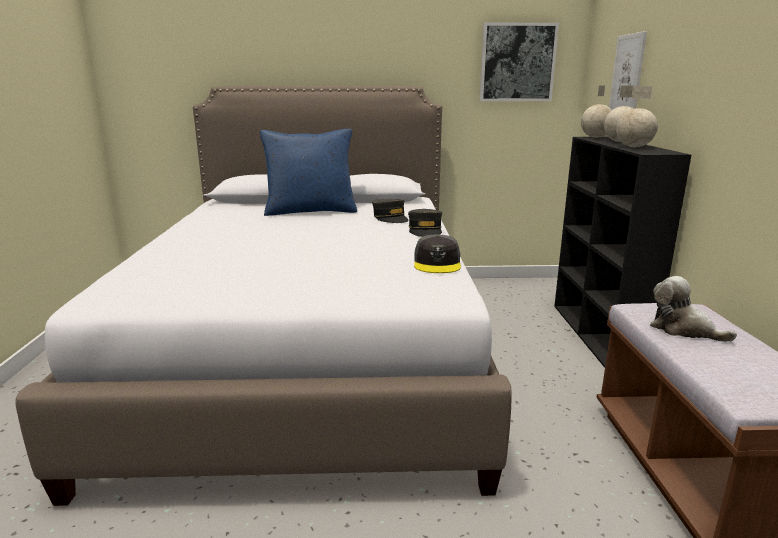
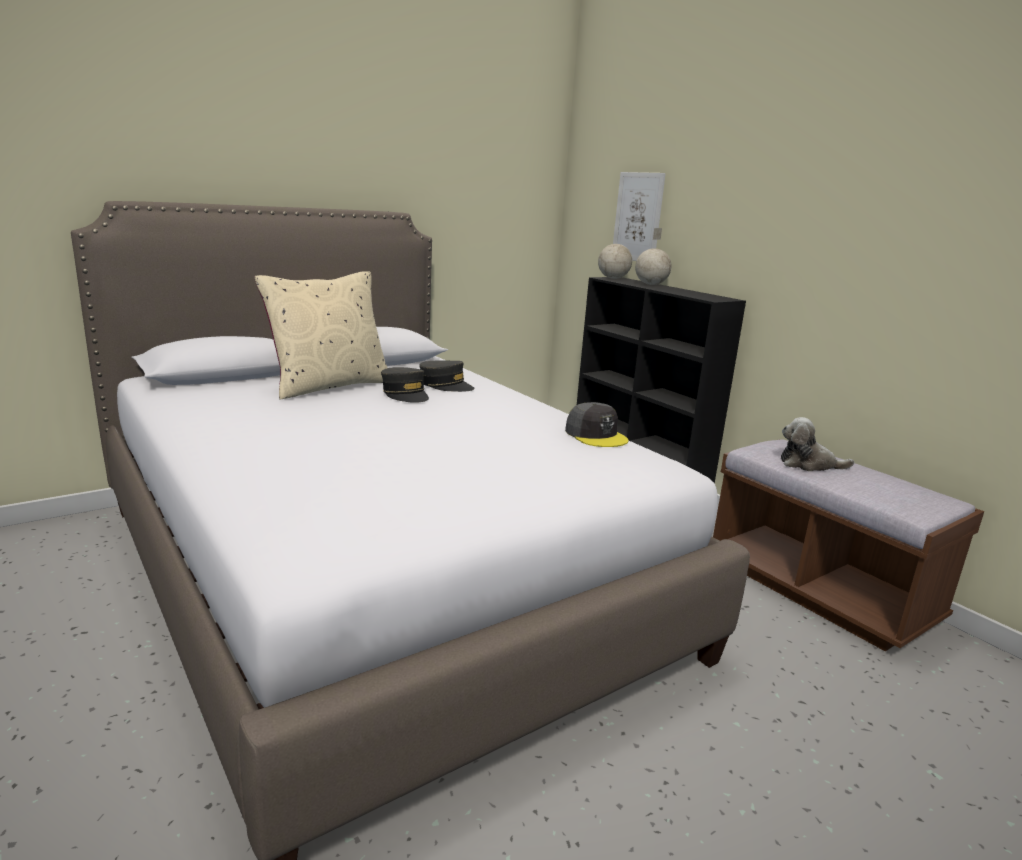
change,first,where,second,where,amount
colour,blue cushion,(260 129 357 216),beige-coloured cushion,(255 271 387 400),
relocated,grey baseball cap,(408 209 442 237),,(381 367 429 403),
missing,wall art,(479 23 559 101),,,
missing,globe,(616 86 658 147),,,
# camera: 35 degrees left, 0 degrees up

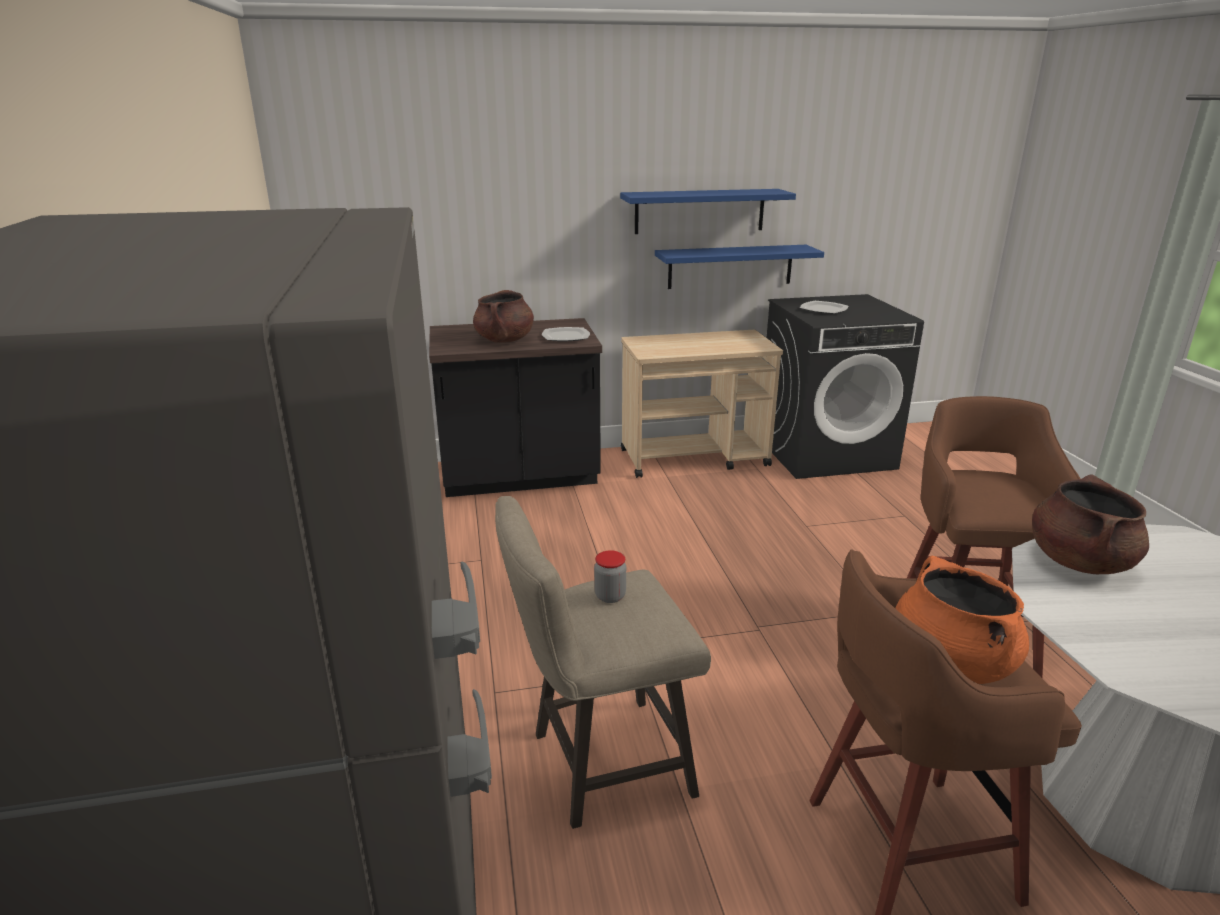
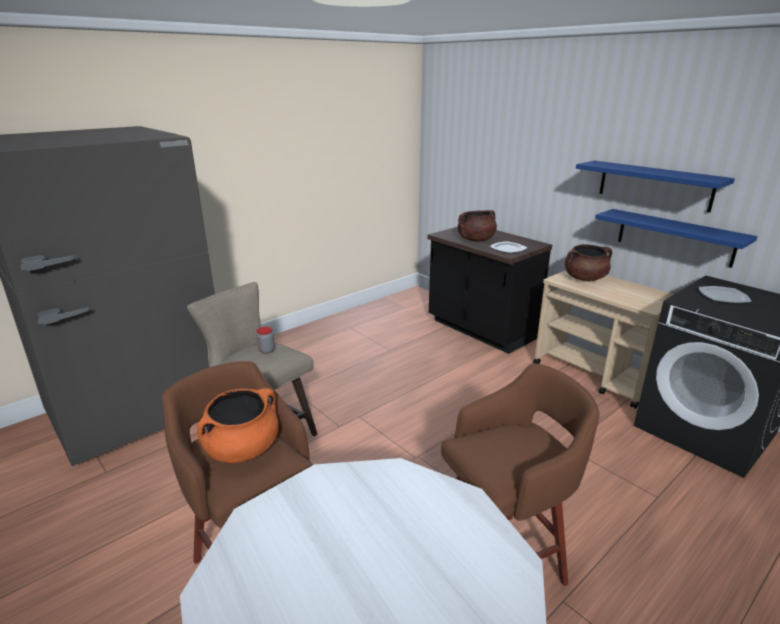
change,first,where,second,where,amount
relocated,brown-coloured cooking pot,(1032 474 1149 574),,(565 244 612 281),
# camera: 60 degrees right, 0 degrees up

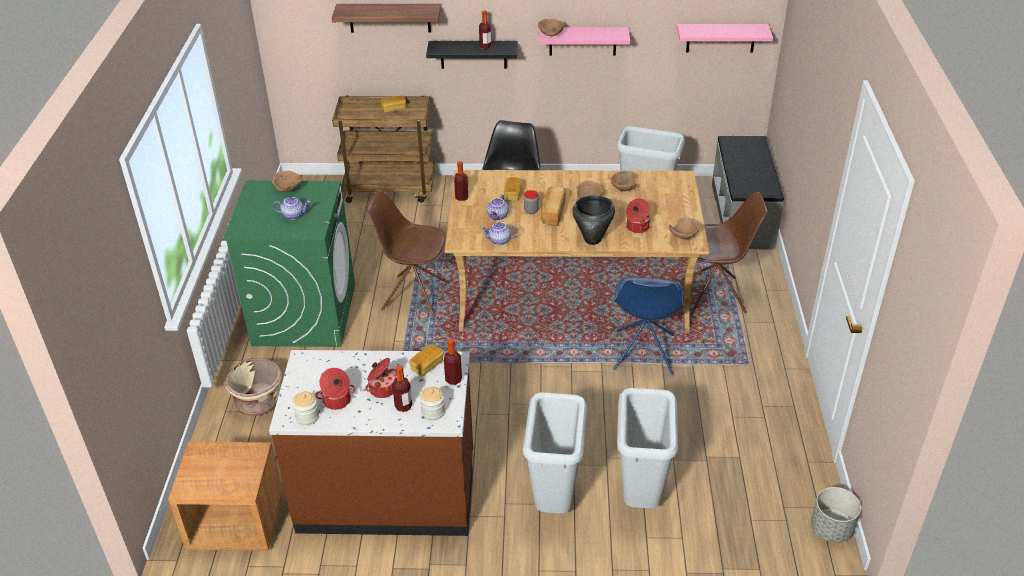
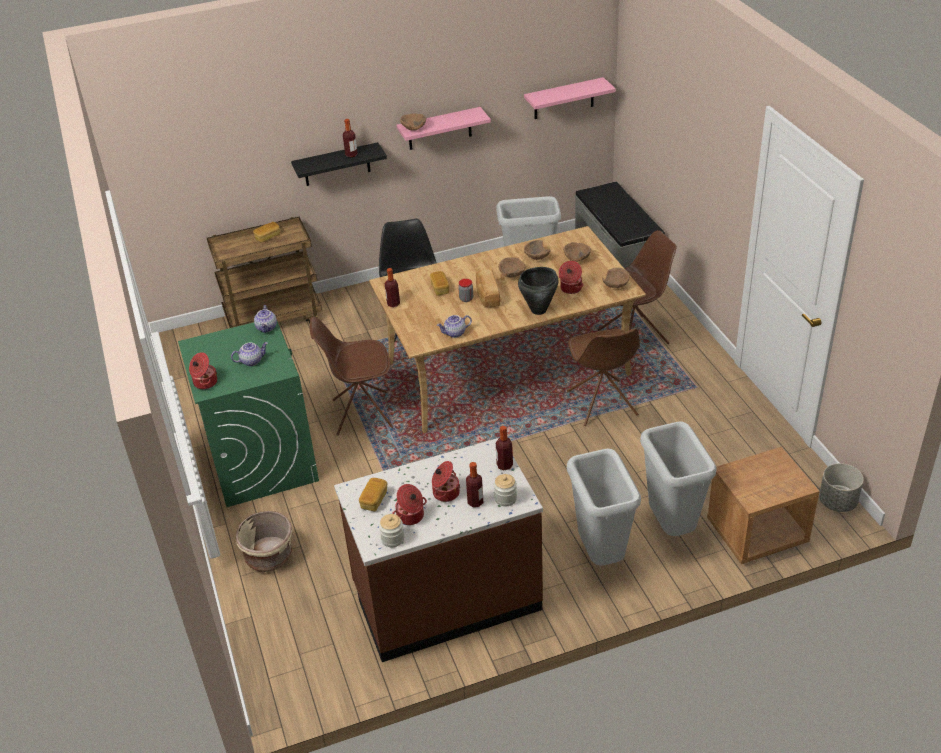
change,first,where,second,where,amount
appeared,,,cooking pot,(189 352 217 389),
relocated,tea pot,(487 194 509 220),,(254 305 277 333),
relocated,baked bread,(409 344 444 376),,(359 478 387 511),
relocated,brown-coloured deep dish,(272 171 301 192),,(563 242 591 262),
colour,blue plain chair,(613 277 684 375),brown-coloured plain chair,(567 328 640 426),
relocated,brown-coloured bedside table,(168 442 283 551),,(707 447 820 564),
missing,shelf,(332 4 441 33),,,
# camera: 20 degrees left, 0 degrees up

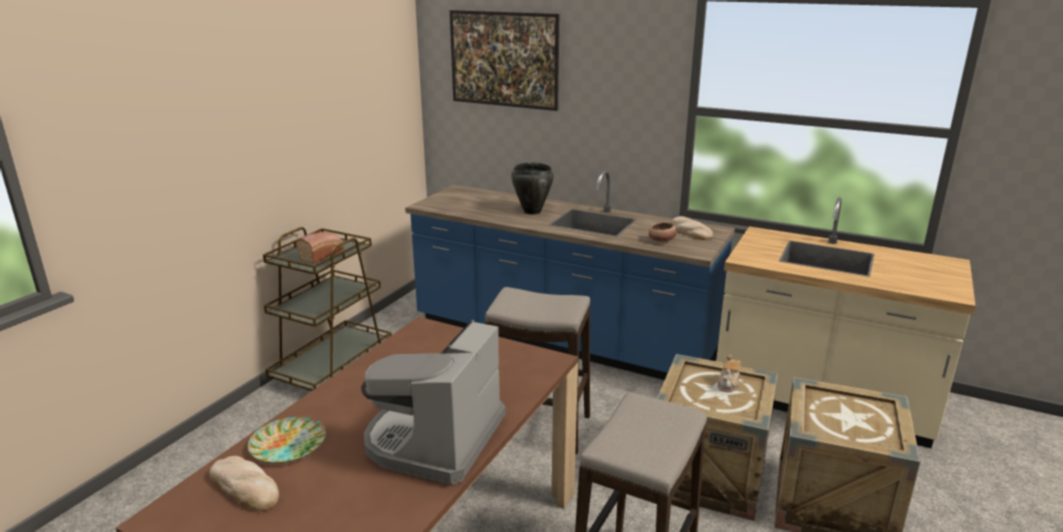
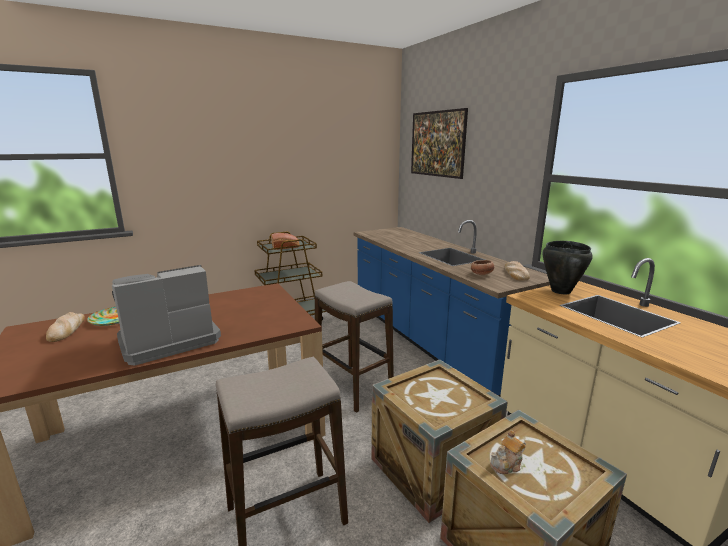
change,first,where,second,where,amount
relocated,tea pot,(718 354 740 392),,(490 430 526 474),
relocated,black cooking pot,(511 162 554 214),,(542 241 593 294),
# camera: 35 degrees right, 5 degrees down

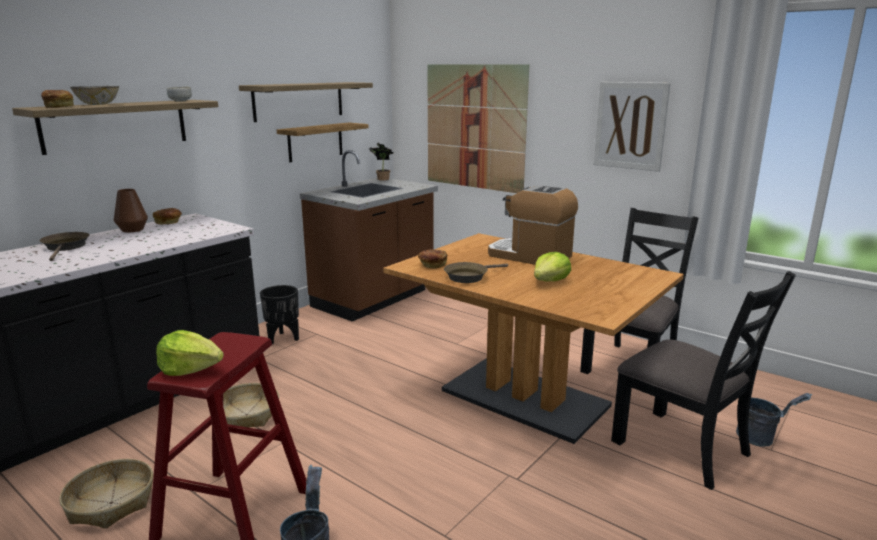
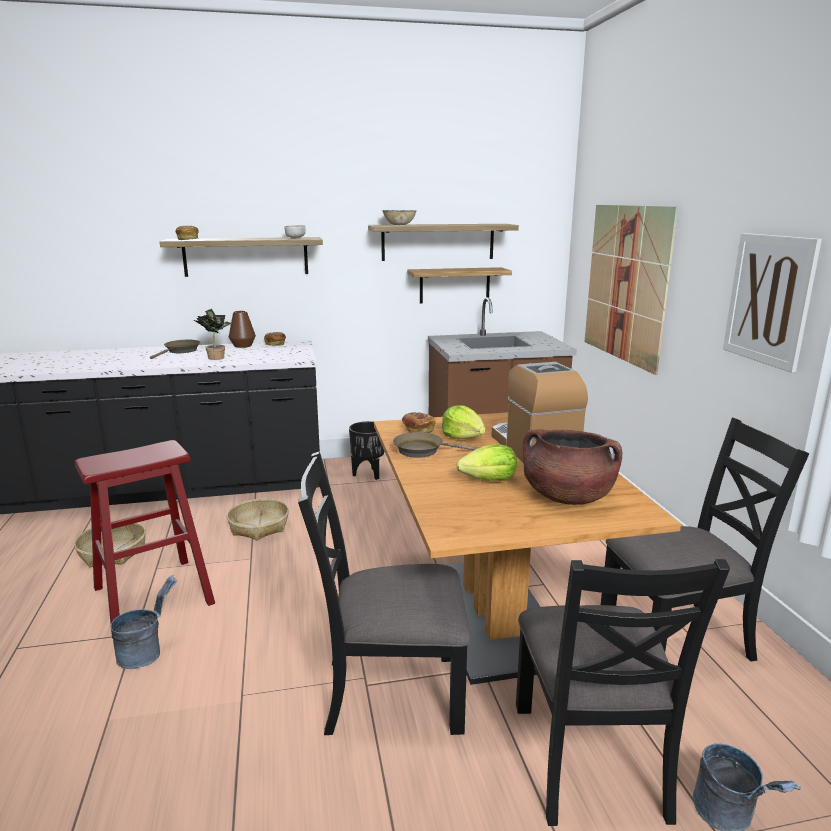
change,first,where,second,where,amount
relocated,potted plant,(368 142 393 180),,(194 309 232 360),
appeared,,,black plain chair,(298 451 471 735),
relocated,deep dish,(70 86 119 105),,(382 210 417 225),
relocated,head of lettuce,(156 330 224 376),,(442 405 486 439),
appeared,,,brown-coloured cooking pot,(523 429 622 505),
# camera: 40 degrees right, 0 degrees up

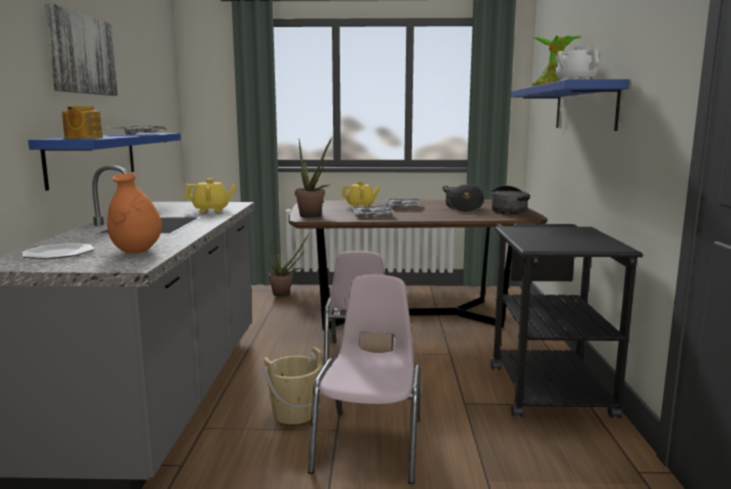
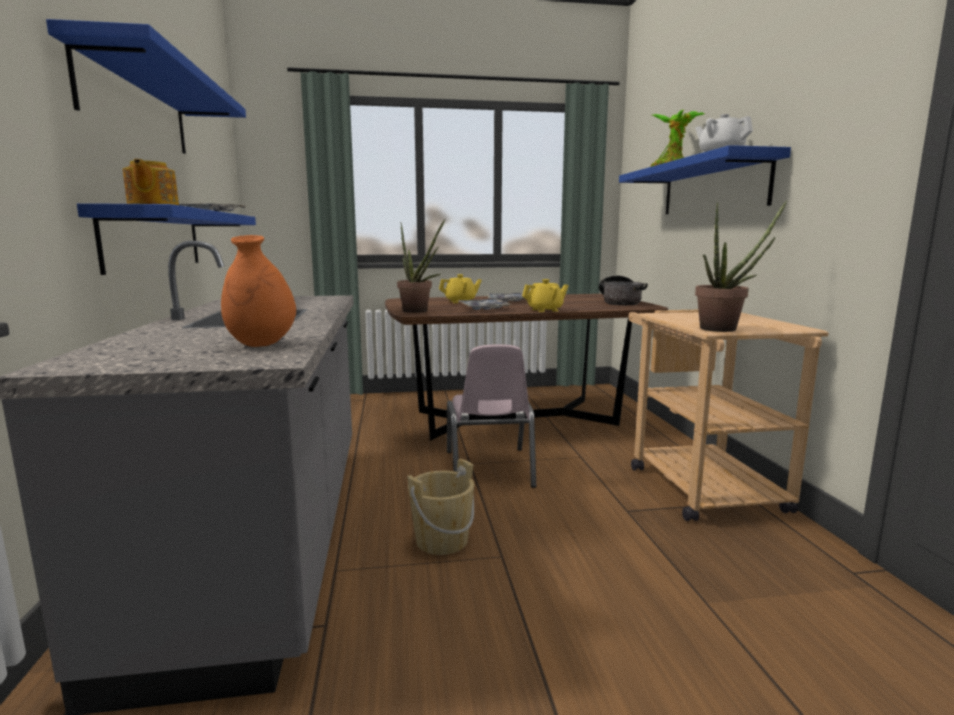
change,first,where,second,where,amount
exchanged,wall art,(45 3 118 96),blue shelf,(46 19 246 154),
relocated,yellow tea pot,(184 179 236 212),,(522 279 569 312),
colour,black wheeled cart,(491 224 643 418),beige-coloured wheeled cart,(629 310 828 521),
relocated,potted plant,(269 234 309 296),,(695 200 787 332),
missing,flat dish,(22 243 94 259),,,
missing,pinkish plain chair,(308 275 421 484),,,
missing,cooking pot,(443 184 485 213),,,
# camera: 10 degrees left, 0 degrees up

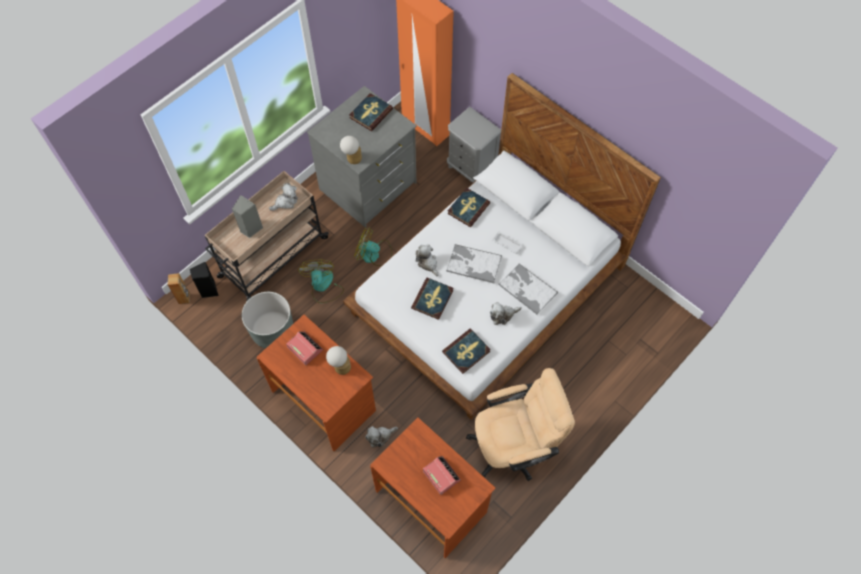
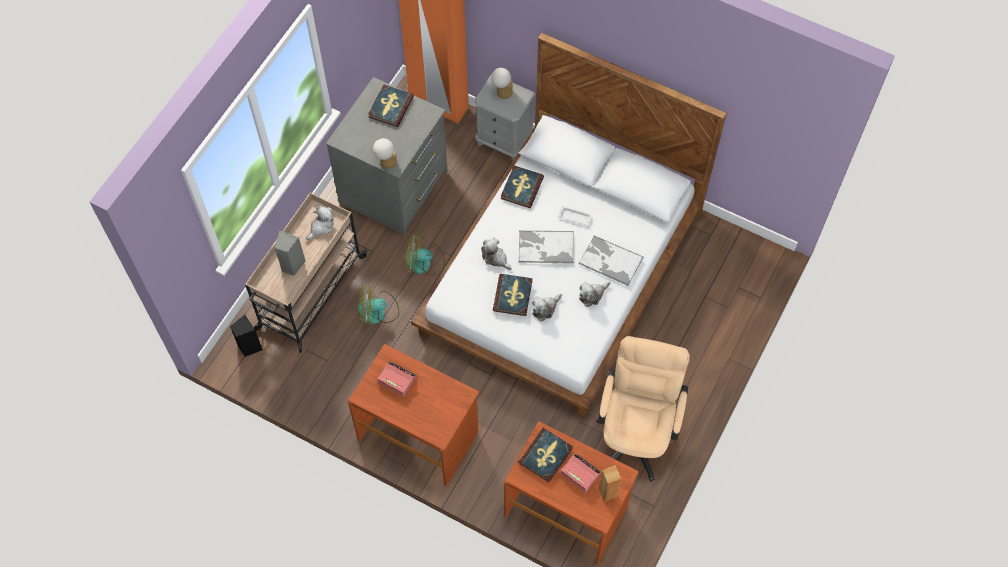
change,first,where,second,where,amount
spun,cooling fan,(298 260 344 303),,(358 284 399 325),75 degrees counterclockwise
relocated,tabletop lamp,(326 346 351 375),,(491 68 513 99),
relocated,bound book,(442 329 491 374),,(518 428 573 483),
relocated,cuddly toy,(365 426 398 447),,(532 294 562 321),
spun,beige-coloured desk chair,(466 368 575 481),,(596 336 690 482),45 degrees counterclockwise
relocated,brown-coloured loudspeaker,(168 273 190 304),,(599 465 621 502),
missing,grey planter,(242 292 293 348),,,
# camera: 15 degrees left, 0 degrees up

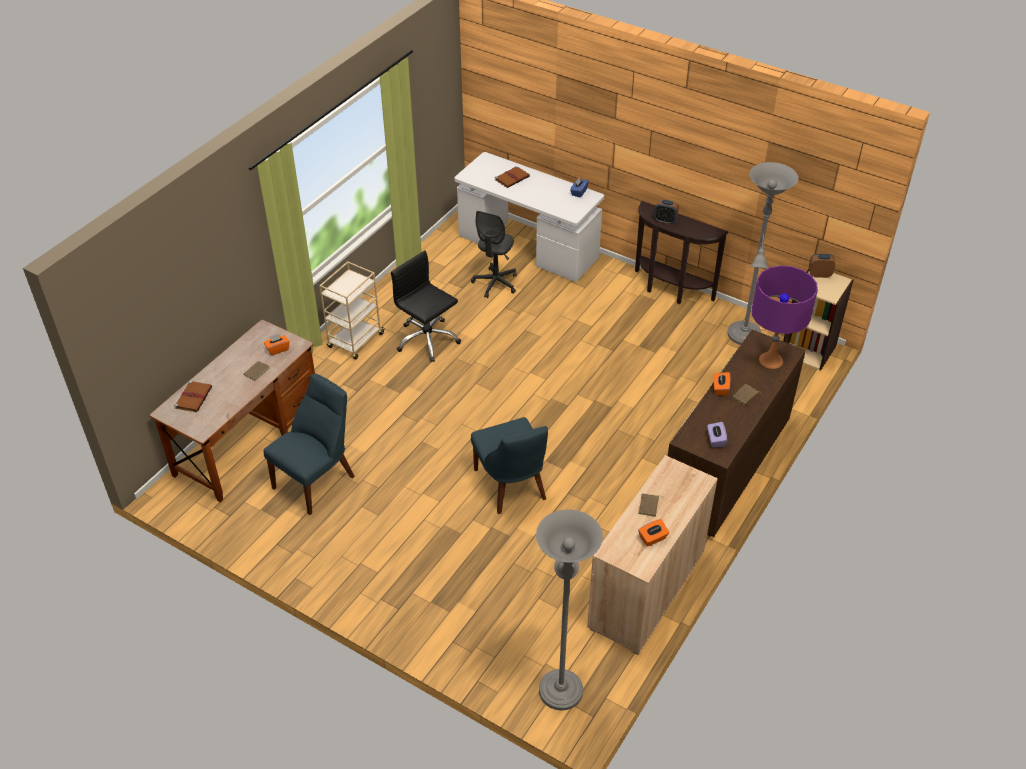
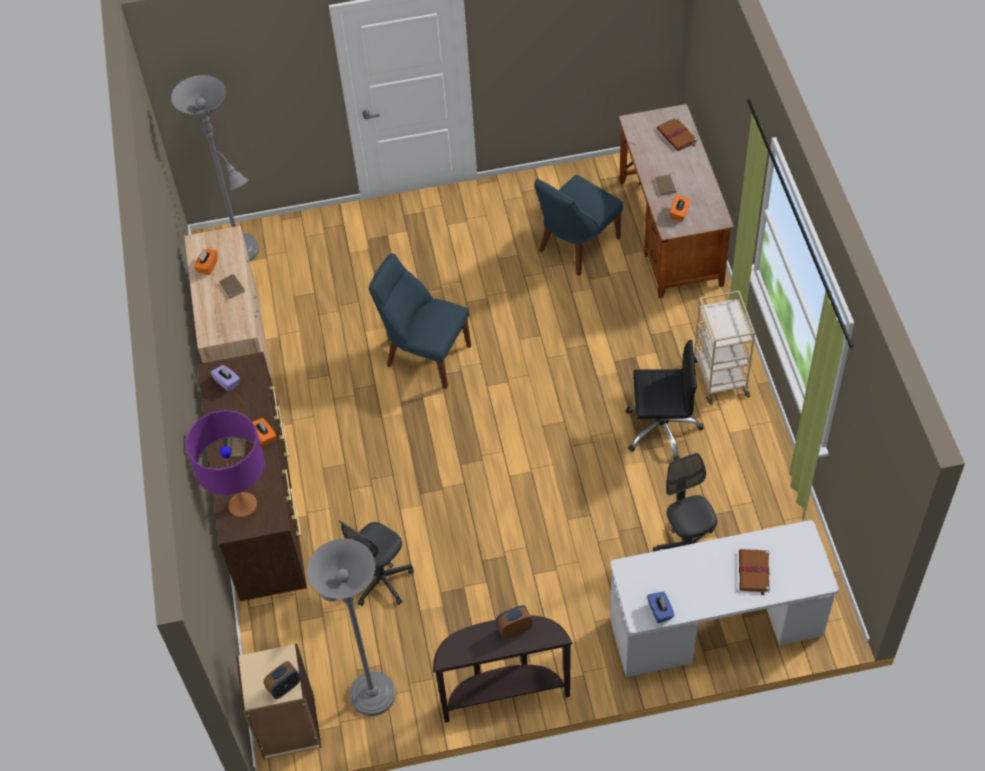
change,first,where,second,where,amount
appeared,,,grey desk chair,(339 521 414 606),
spun,blue plain chair,(263 374 355 515),,(534 175 623 276),45 degrees clockwise
# camera: 140 degrees right, 10 degrees up

